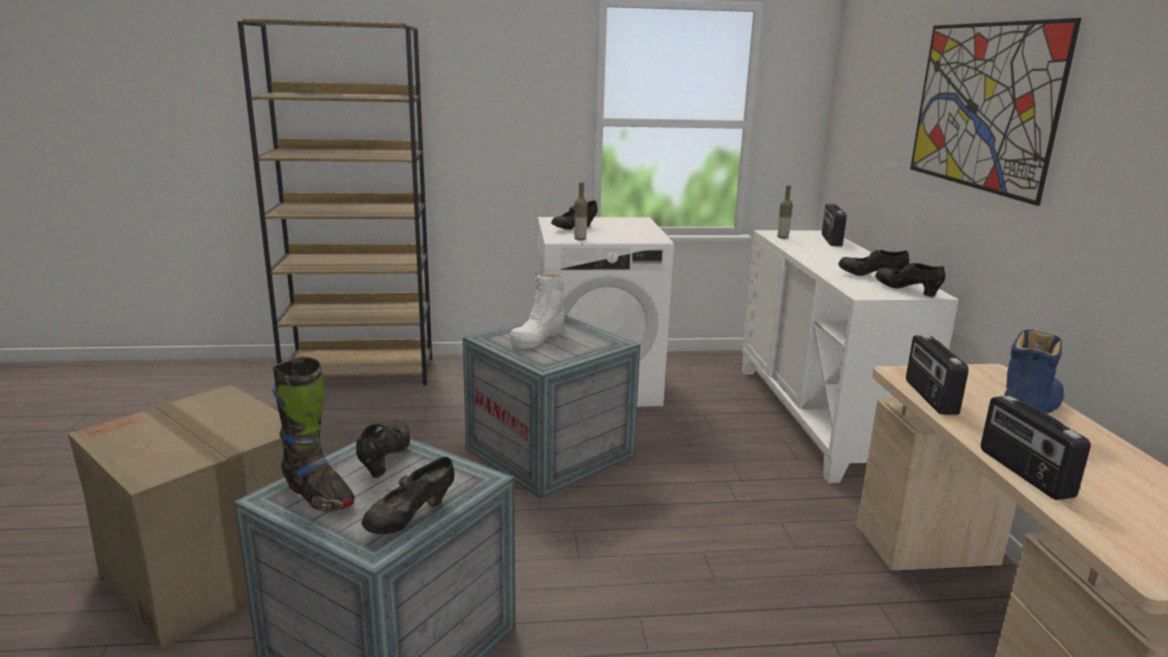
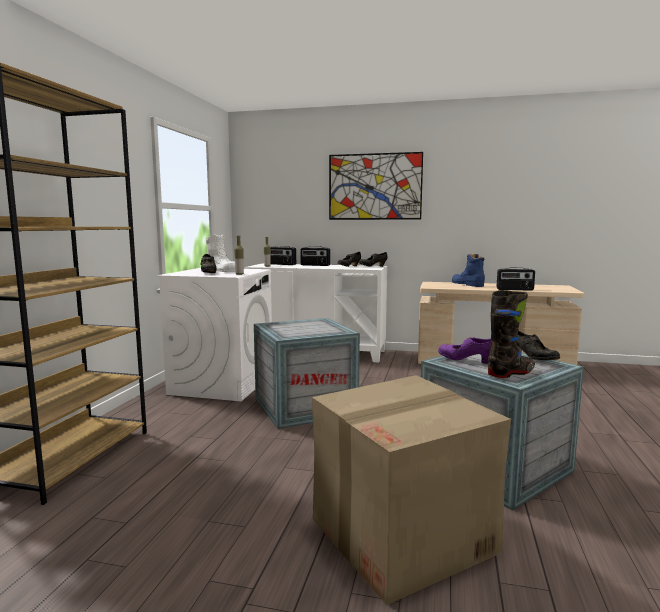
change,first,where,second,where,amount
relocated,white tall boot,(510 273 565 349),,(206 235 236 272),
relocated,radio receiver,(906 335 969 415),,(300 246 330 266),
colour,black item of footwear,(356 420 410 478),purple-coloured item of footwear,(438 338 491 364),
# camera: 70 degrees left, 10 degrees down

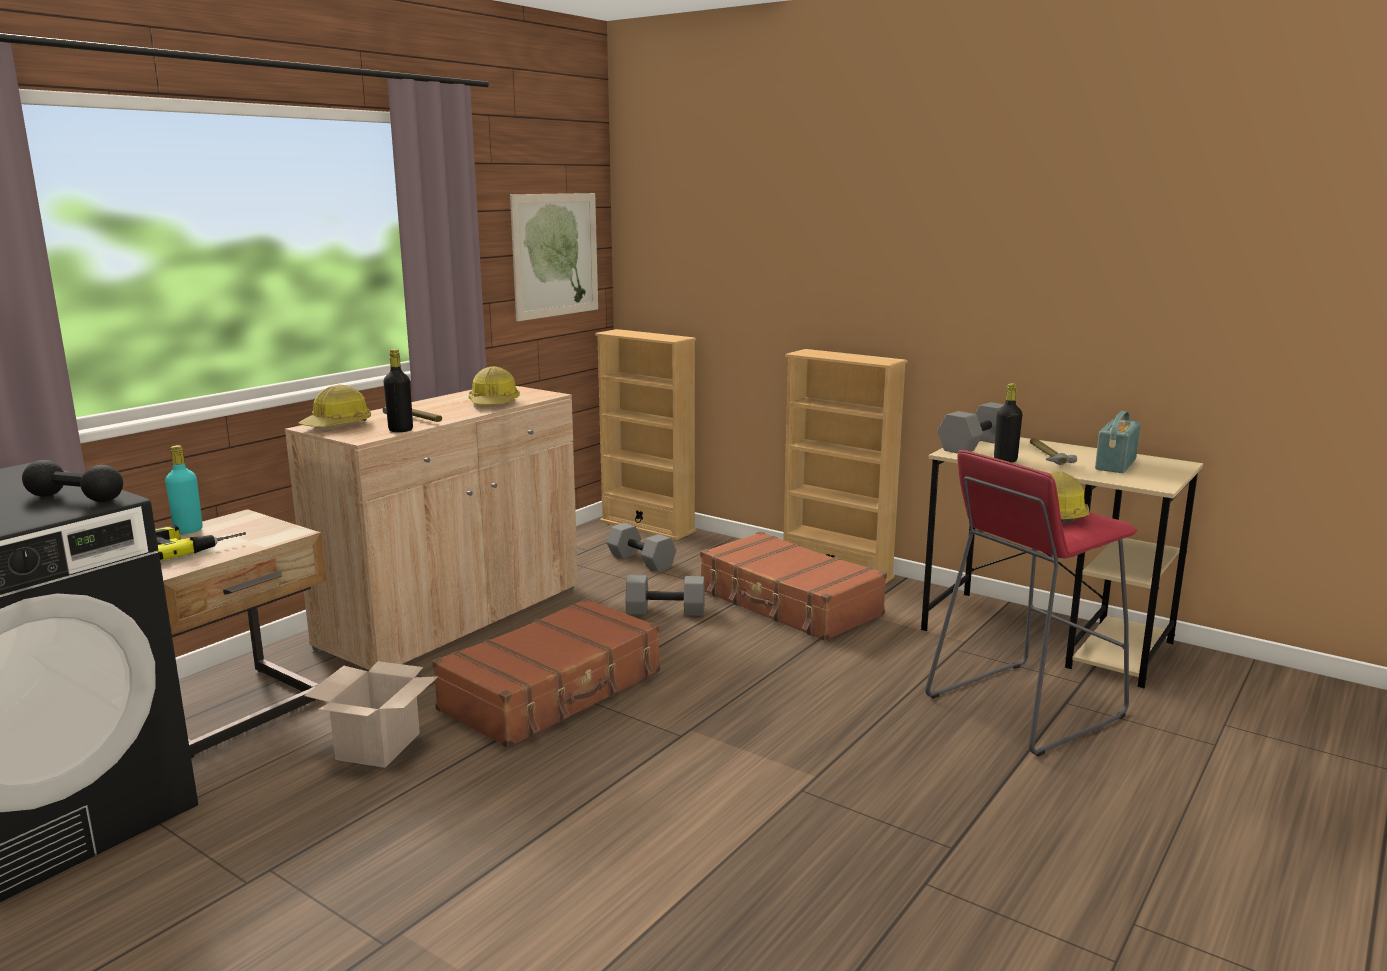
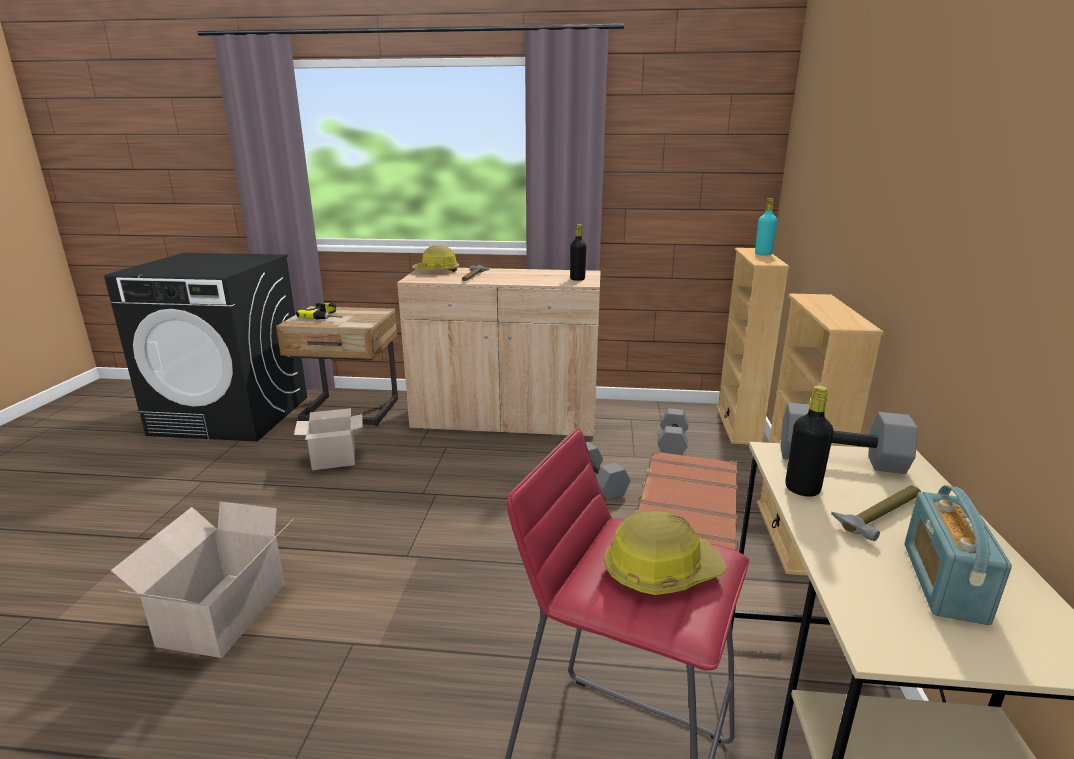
change,first,where,second,where,amount
appeared,,,packing box,(111 502 293 658),
relocated,black beverage bottle,(383 349 413 432),,(570 224 587 281),
relocated,turquoise-coloured beverage bottle,(165 445 203 534),,(755 198 777 256),
spun,radio receiver,(1095 411 1140 473),,(905 485 1012 625),75 degrees counterclockwise
missing,black free weight,(22 460 123 502),,,
missing,brown-coloured travel case,(432 598 660 748),,,
missing,work helmet,(468 366 520 404),,,
missing,wall art,(510 193 598 321),,,
# camera: 60 degrees right, 5 degrees up

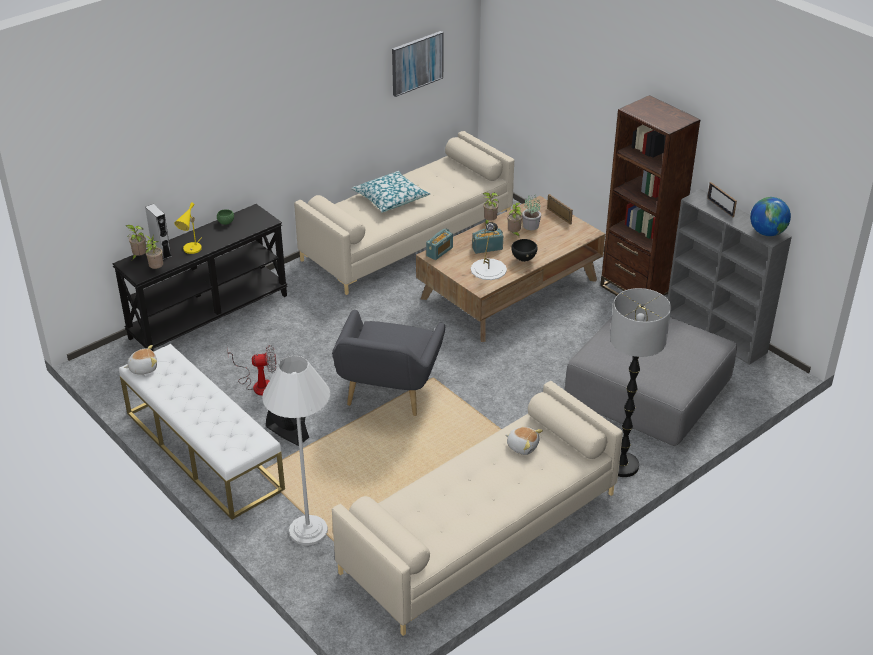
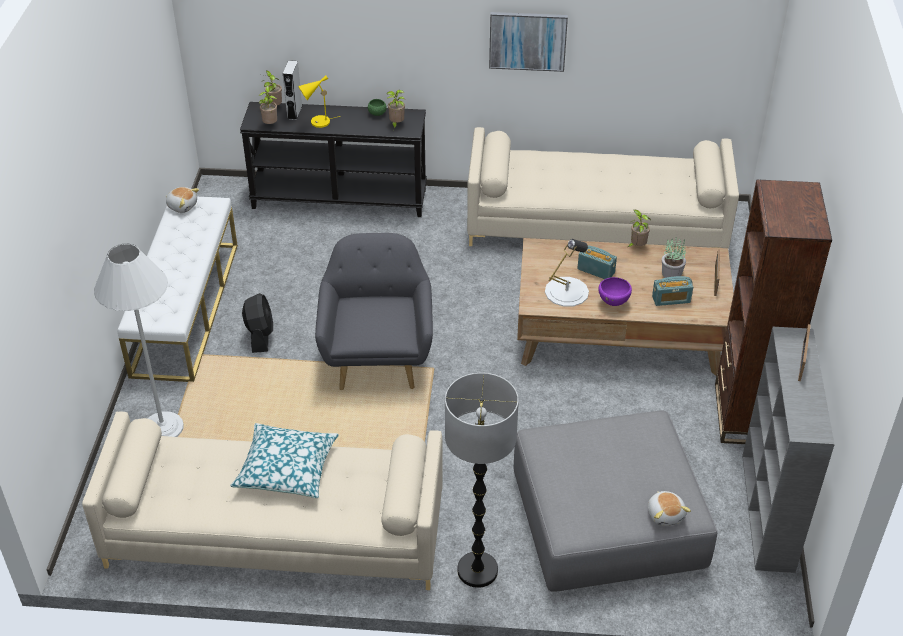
change,first,where,second,where,amount
relocated,cushion,(351 171 430 213),,(230 423 339 498),
spun,grey easy chair,(332 310 445 416),,(315 233 433 390),120 degrees clockwise
relocated,potted plant,(507 202 522 236),,(387 90 405 130),
relocated,wall art,(392 31 444 97),,(489 12 568 72),
colour,black deep dish,(511 239 538 262),purple-coloured deep dish,(598 277 632 306),
relocated,cuddly toy,(505 427 543 455),,(648 491 691 526),
relocated,radio receiver,(426 229 453 260),,(652 276 693 306),
missing,cooling fan,(227 345 276 396),,,
missing,globe,(750 197 791 236),,,
# camera: 45 degrees right, 5 degrees up

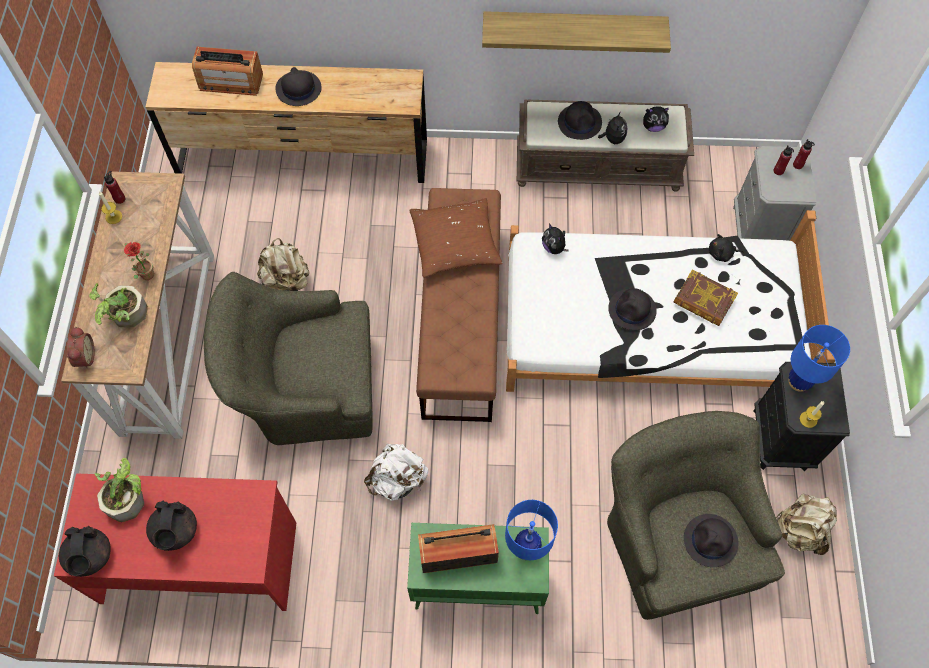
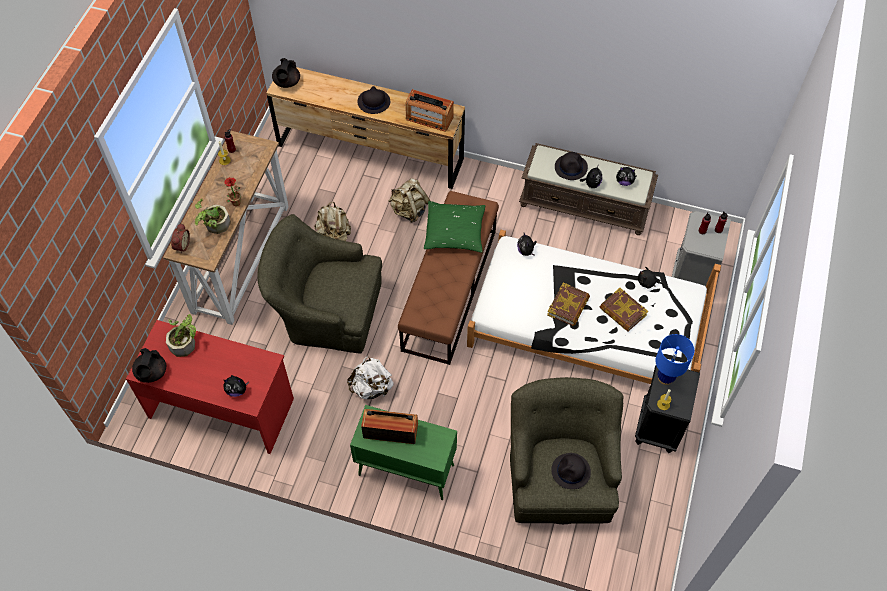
change,first,where,second,where,amount
appeared,,,cuddly toy,(224 375 249 397),
relocated,black tea pot,(146 501 197 551),,(272 58 300 88),
relocated,beige-coloured backpack,(776 494 837 555),,(388 178 430 223),
relocated,radio receiver,(192 47 263 96),,(406 89 454 131),
colour,brown-coloured cushion,(410 198 502 277),green cushion,(424 201 485 252),
exchanged,black hat,(608 288 657 330),bound book,(547 283 590 326),
missing,shelf,(482 11 671 53),,,
missing,blue tabletop lamp,(505 500 558 560),,,
# camera: 15 degrees right, 5 degrees down

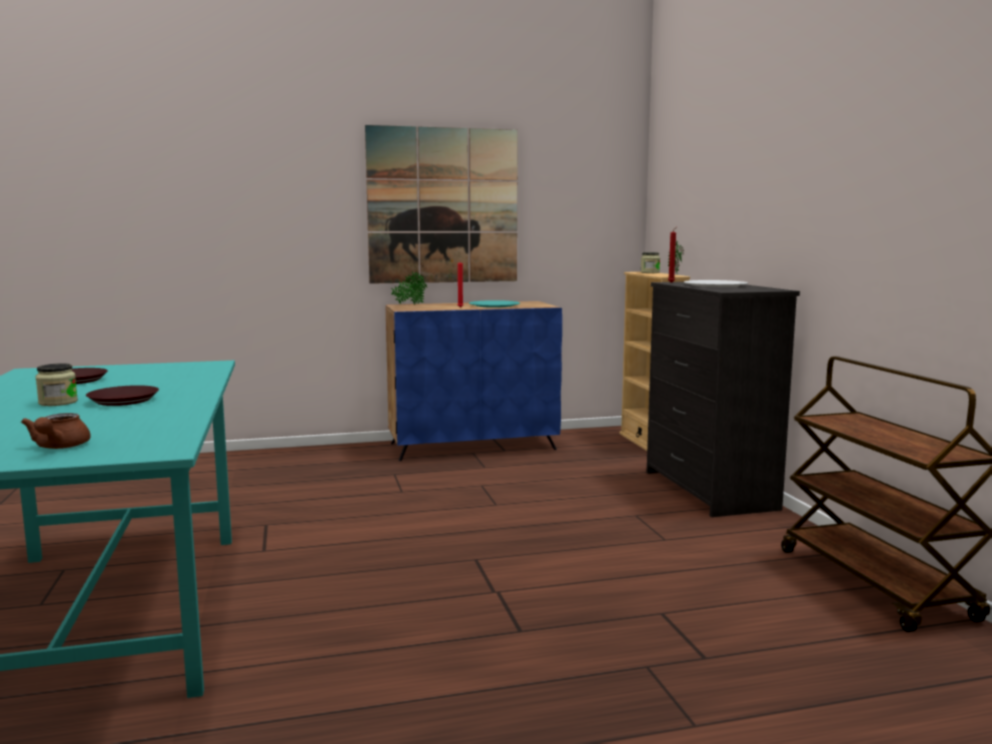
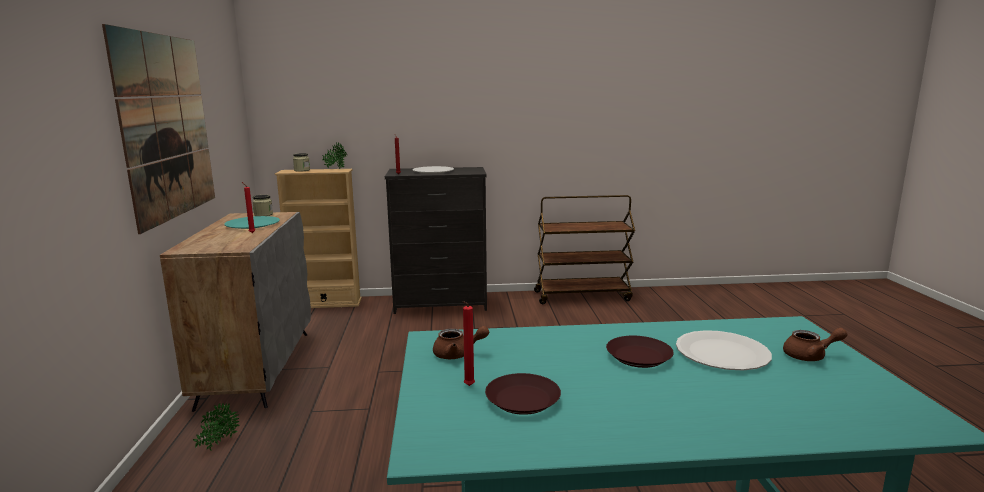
change,first,where,second,where,amount
colour,blue cabinet,(386 301 562 461),grey cabinet,(160 212 311 412),
relocated,potted plant,(391 271 427 305),,(193 403 240 451),
relocated,preserve jar,(36 363 78 406),,(253 195 273 216),
appeared,,,brown-coloured tea pot,(433 326 489 359),
appeared,,,red candle,(463 301 475 386),
appeared,,,white flat dish,(676 330 772 370),
# camera: 80 degrees left, 5 degrees up

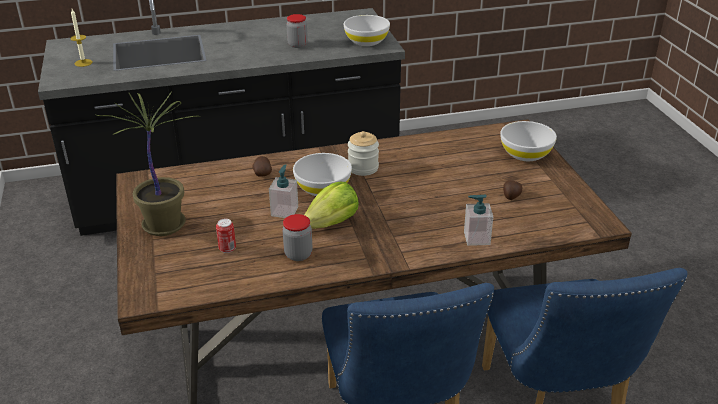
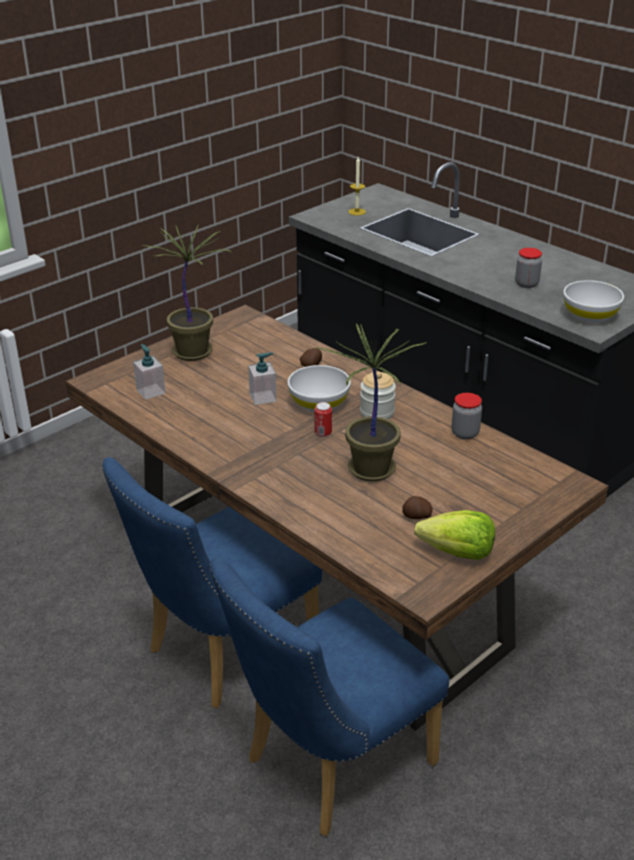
change,first,where,second,where,amount
relocated,soap bottle,(464 195 493 246),,(133 344 166 400),
relocated,sealed can,(216 218 236 253),,(314 402 332 437),
appeared,,,potted plant,(315 323 427 482),
relocated,head of lettuce,(305 182 359 228),,(414 510 495 560),
relocated,preserve jar,(282 214 313 261),,(452 393 482 440),
missing,white deep dish,(500 121 557 161),,,
# camera: 60 degrees right, 0 degrees up

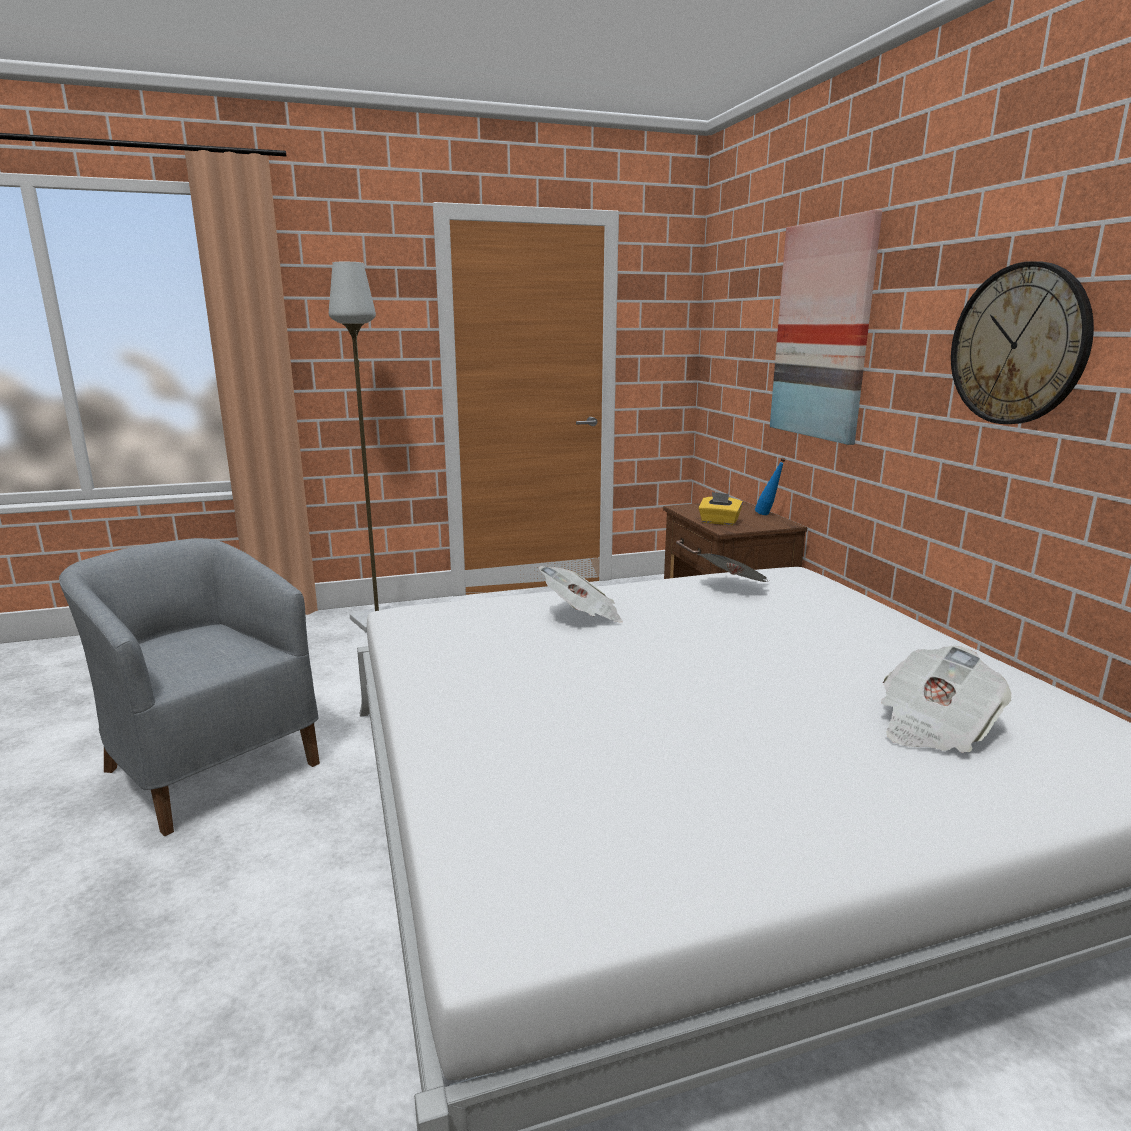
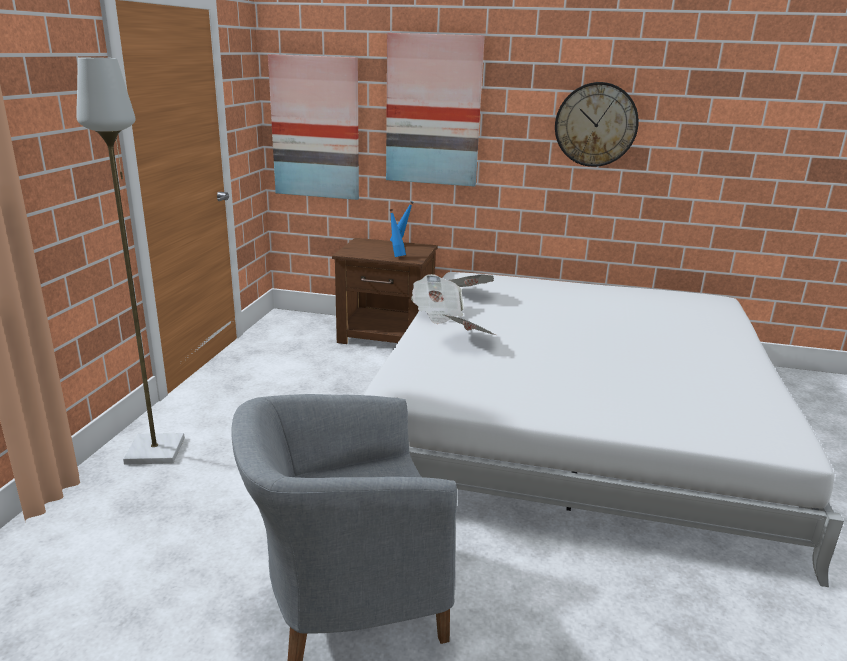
change,first,where,second,where,amount
appeared,,,wall art,(268 54 359 200),
exchanged,yellow tissue holder,(699 492 743 525),blue beverage bottle,(390 209 406 257),
relocated,printed paper,(881 646 1012 753),,(411 274 464 324),
# camera: 60 degrees left, 5 degrees up

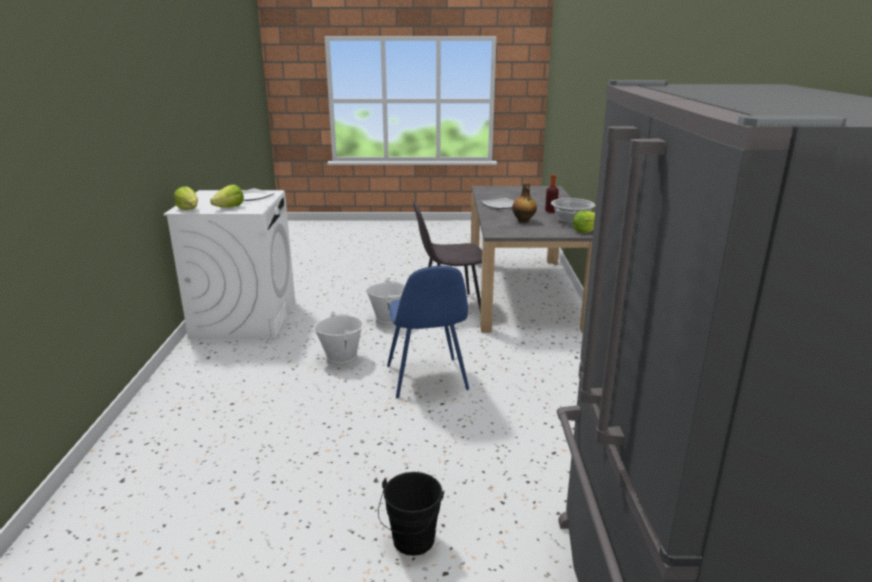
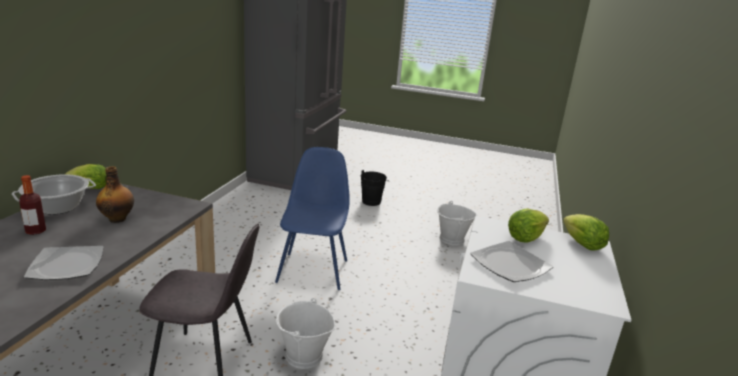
change,first,where,second,where,amount
relocated,white bucket,(313 312 364 367),,(437 201 477 246),
# camera: 165 degrees left, 0 degrees up

